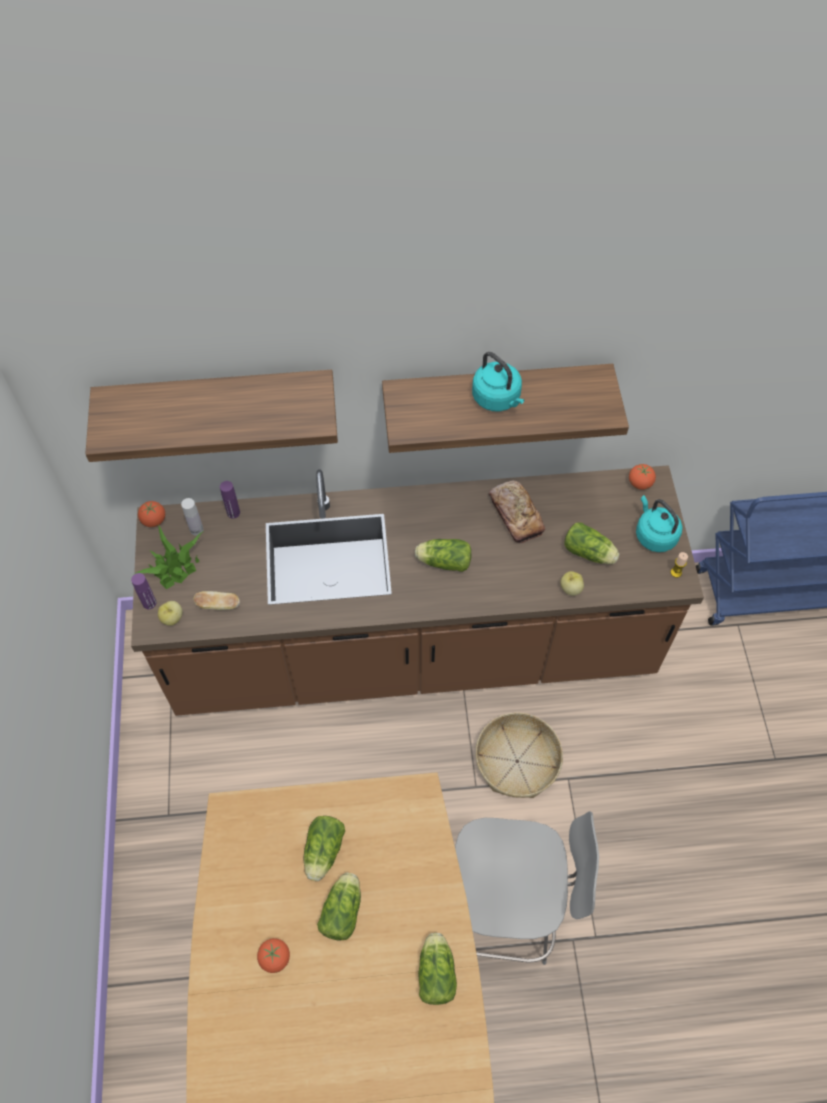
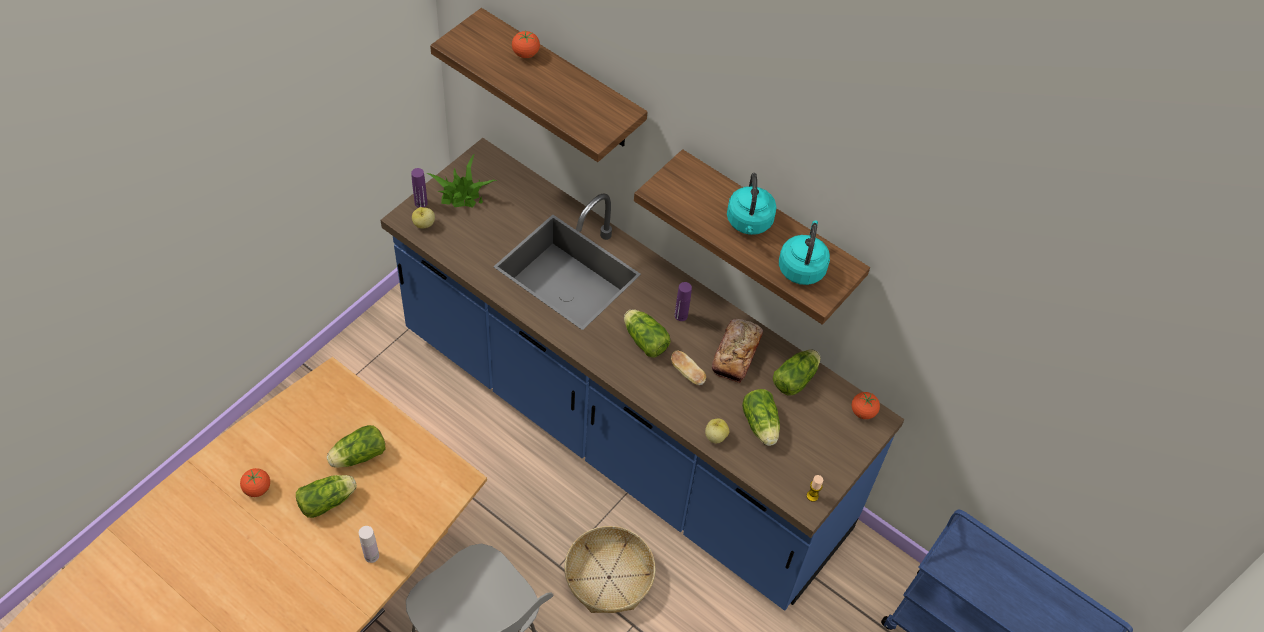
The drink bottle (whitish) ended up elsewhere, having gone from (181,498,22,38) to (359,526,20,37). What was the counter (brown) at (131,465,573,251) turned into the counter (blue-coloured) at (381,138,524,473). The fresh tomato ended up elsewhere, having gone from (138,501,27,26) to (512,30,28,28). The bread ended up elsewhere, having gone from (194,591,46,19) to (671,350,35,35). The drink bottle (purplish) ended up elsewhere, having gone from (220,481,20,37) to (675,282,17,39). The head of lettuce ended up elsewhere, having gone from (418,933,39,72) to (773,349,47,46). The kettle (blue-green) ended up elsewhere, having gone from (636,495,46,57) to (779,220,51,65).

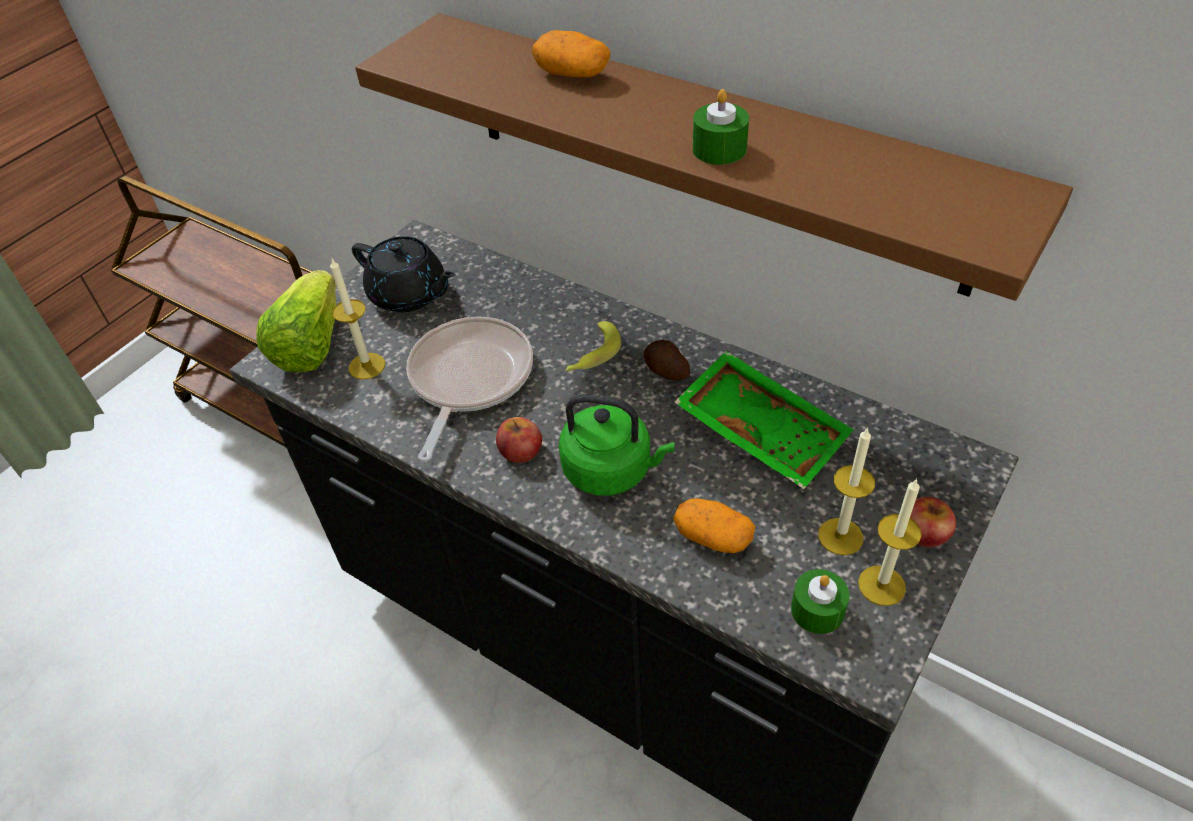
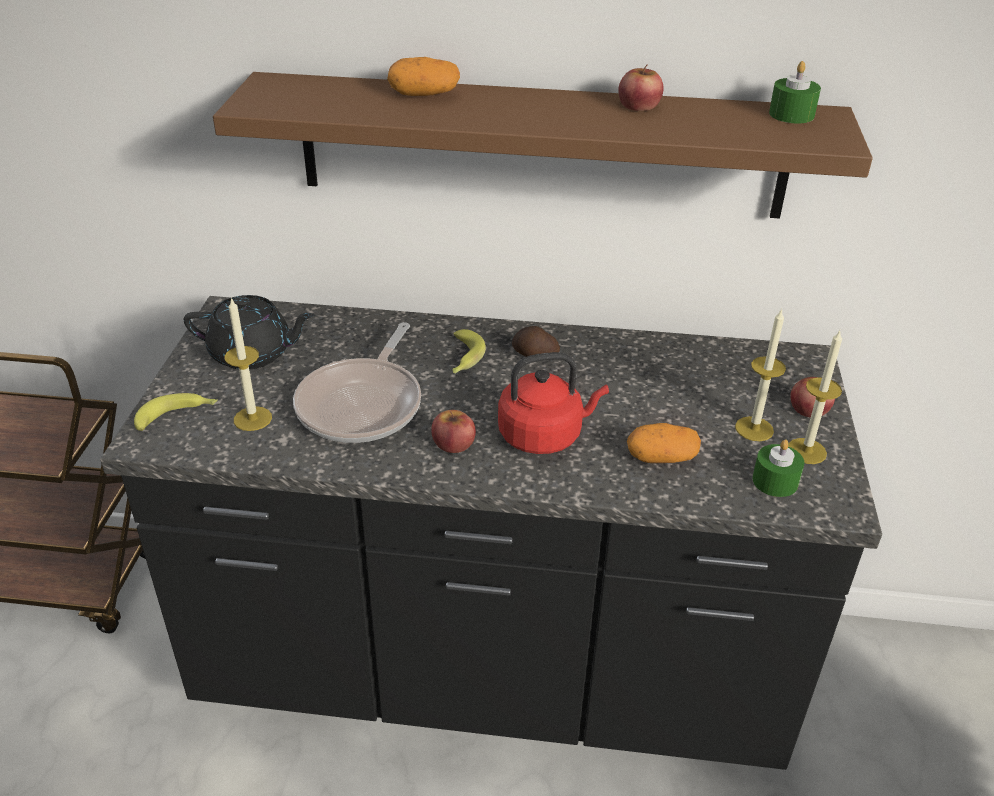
Where the head of lettuce stood at (256,270,80,102), the banana fruit came to stand at (134,393,84,38). The pan at (406,317,127,145) ended up facing another way, 150 degrees counterclockwise from before. What was the kettle (green) at (559,394,115,102) turned into the kettle (red-coloured) at (498,352,111,102). The second view gained the whole apple at (618,65,46,46). The candle (green) ended up elsewhere, having gone from (692,89,57,76) to (769,61,52,62). The second view lost the serving tray (green) at (674,351,180,138).

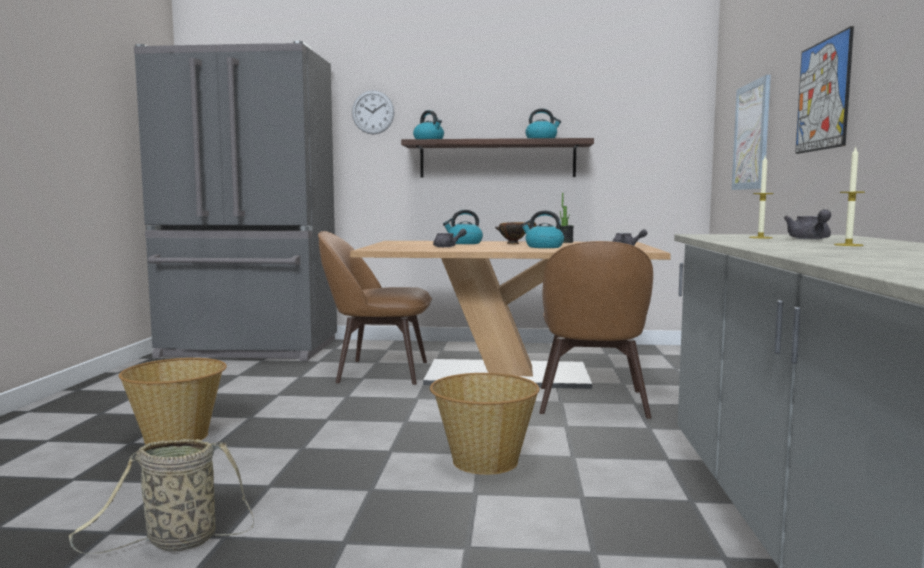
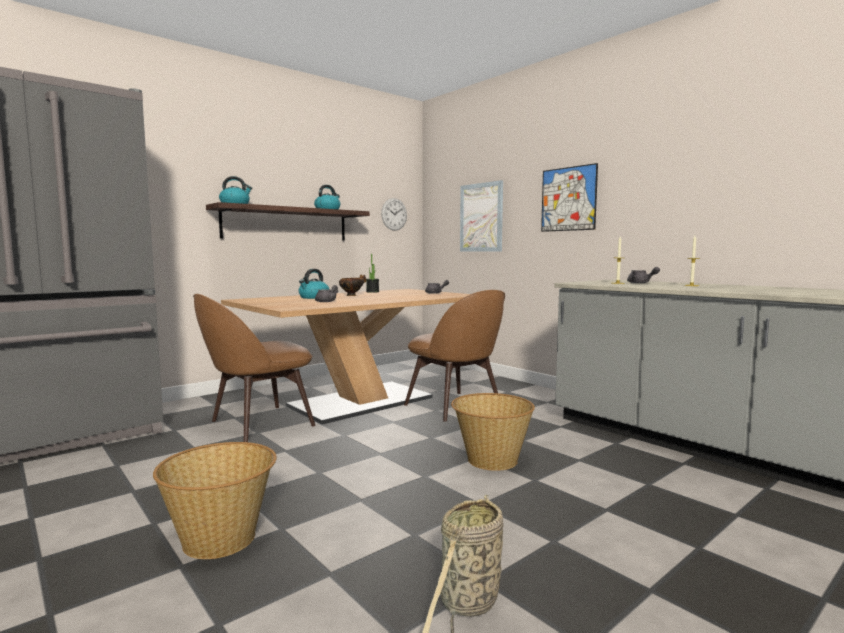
The wall clock ended up elsewhere, having gone from (352,90,42,45) to (381,198,26,33). The second view lost the kettle at (521,211,43,37).

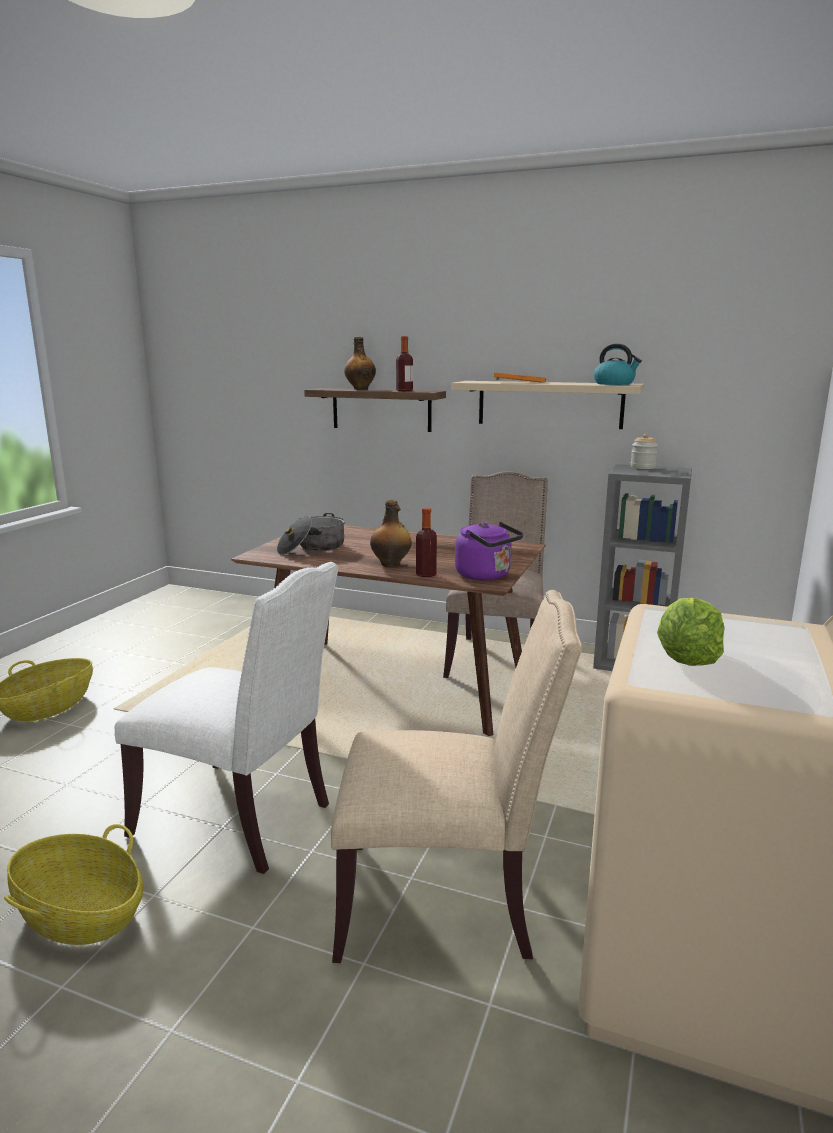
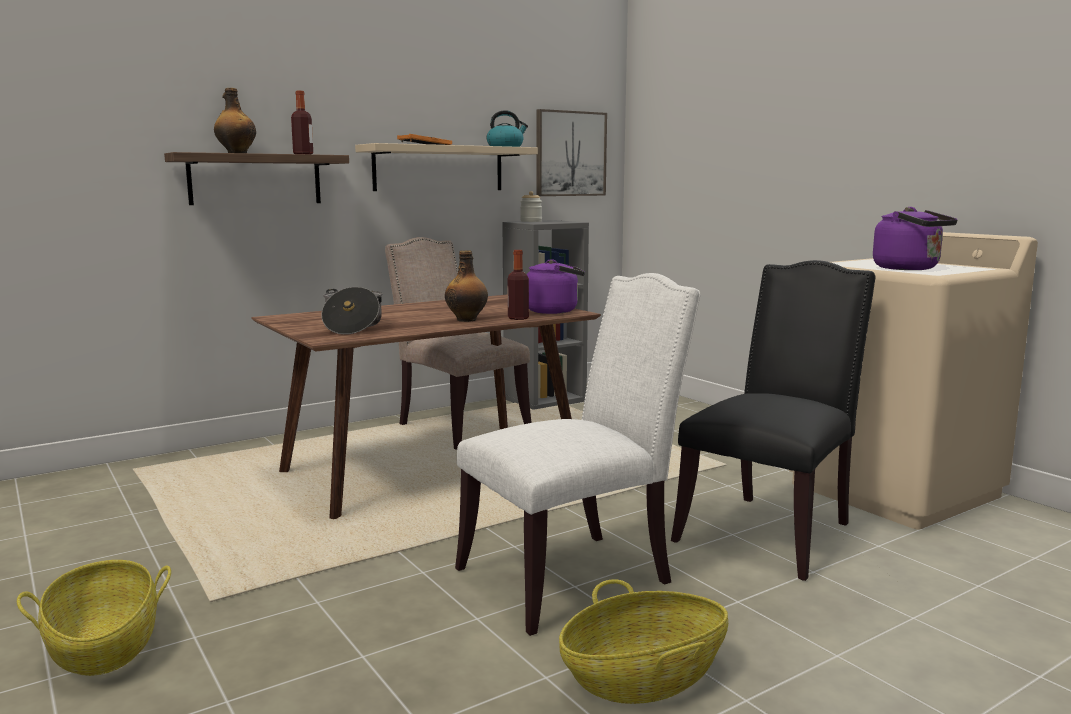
The second view gained the picture at (537,109,70,87). What was the plain chair (sand-coloured) at (331,590,251,373) turned into the plain chair (black-coloured) at (671,260,204,321). Where the head of lettuce stood at (657,598,68,68), the kettle (purplish) came to stand at (873,207,85,63).

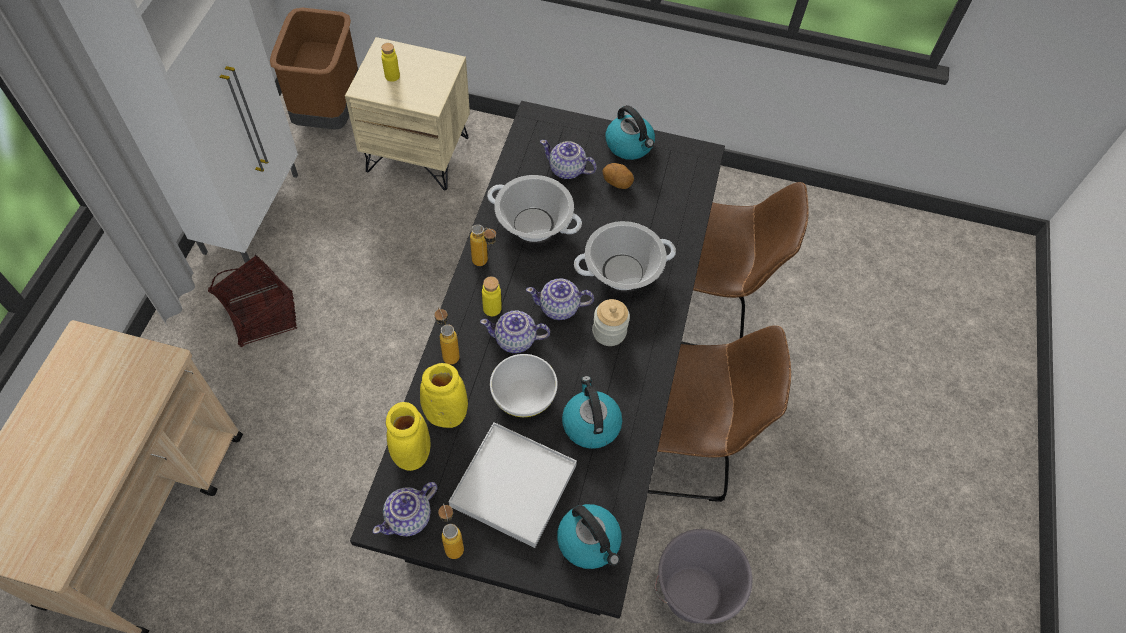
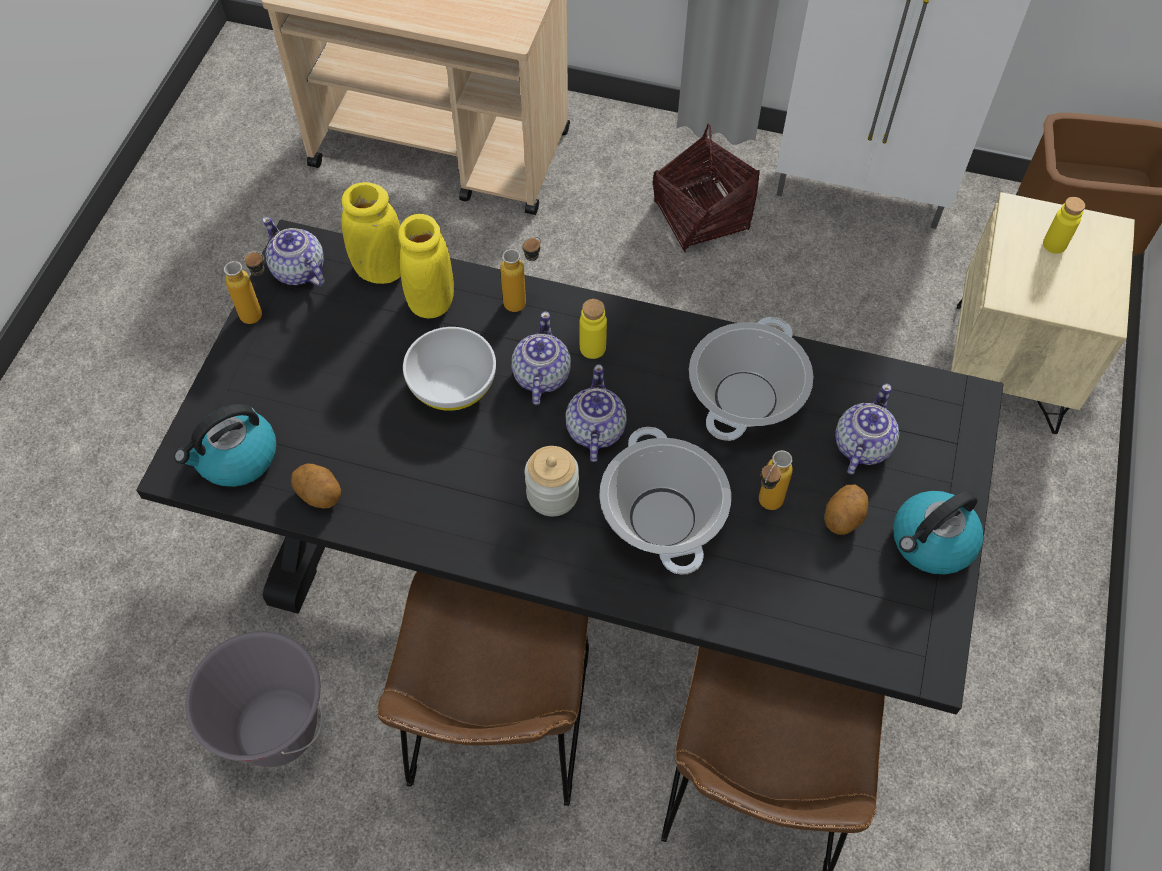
The second view gained the whole potato at (291,464,50,44). The drink bottle ended up elsewhere, having gone from (470,224,26,42) to (759,450,34,60). The second view lost the serving tray (whitish) at (449,422,128,126). The second view lost the kettle at (562,376,60,73).

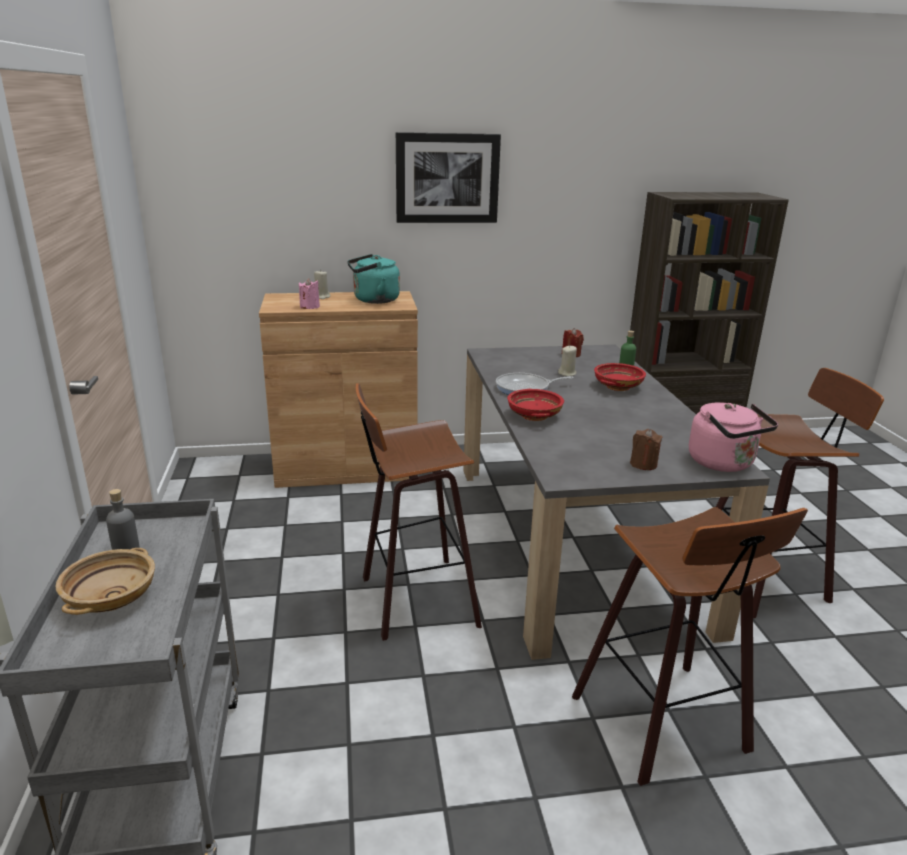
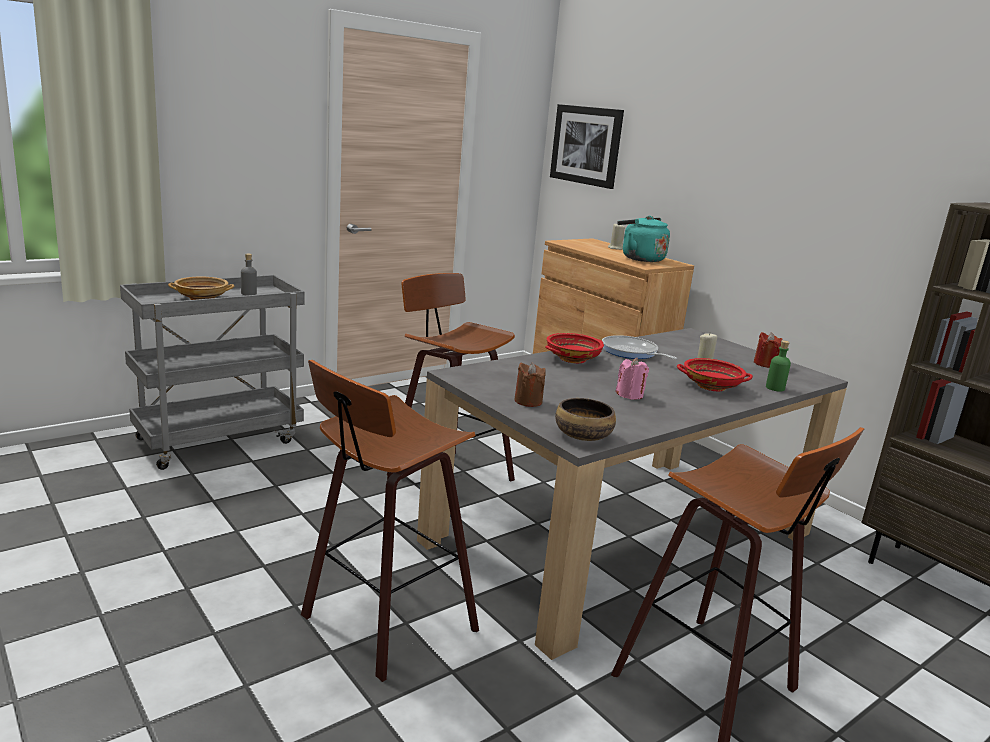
The picture ended up elsewhere, having gone from (396,132,105,91) to (550,104,74,85). Where the kettle (pink) stood at (689,402,89,70), the bowl came to stand at (555,398,61,43). The candle (pink) ended up elsewhere, having gone from (299,278,21,31) to (616,358,33,42).

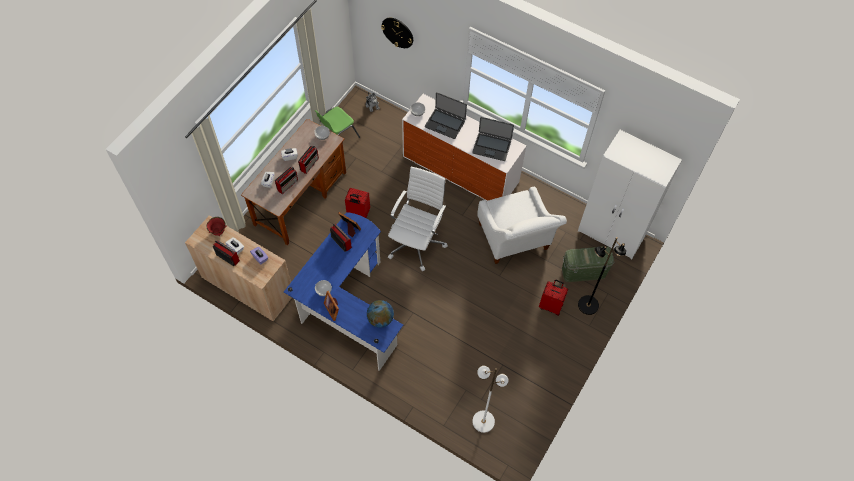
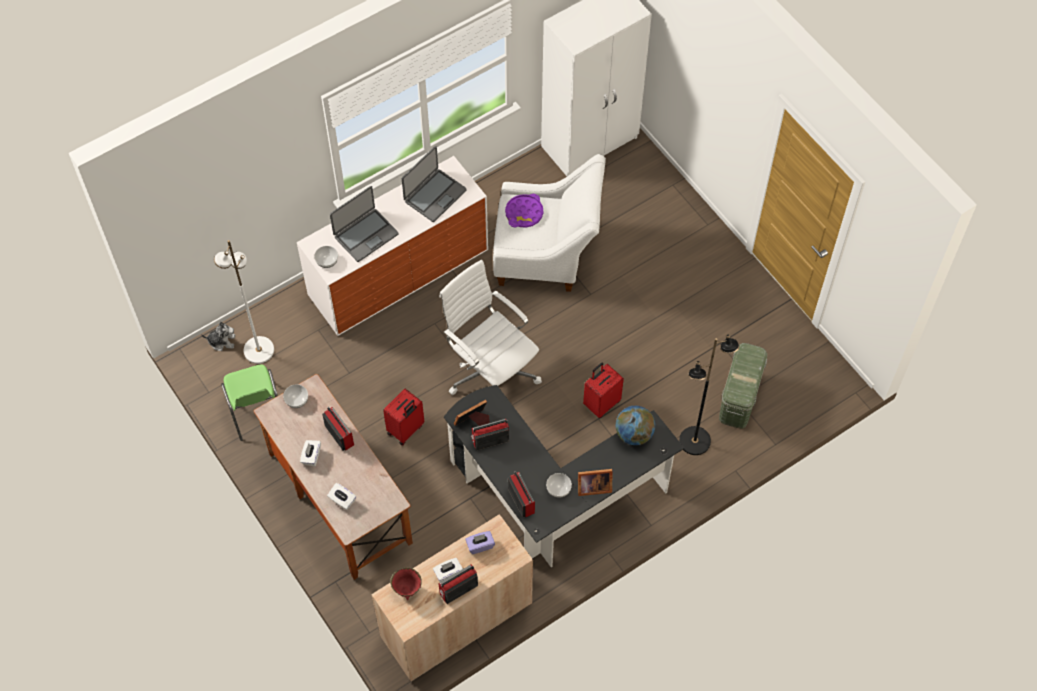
The standard lamp (whitish) ended up elsewhere, having gone from (472,365,37,68) to (214,240,60,124). What was the desk table (blue-coloured) at (284,212,119,159) turned into the desk table (black-coloured) at (444,385,240,182). The second view gained the serving tray (purplish) at (505,194,38,34). The radio receiver ended up elsewhere, having gone from (275,167,23,27) to (508,471,27,46). The piece of luggage (red-coloured) ended up elsewhere, having gone from (539,279,29,37) to (583,363,41,55). The standard lamp (black-coloured) ended up elsewhere, having gone from (578,237,48,78) to (679,334,60,121). The storage container (green) ended up elsewhere, having gone from (562,246,53,36) to (719,343,48,86). The second view lost the wall clock at (381,18,32,30).

